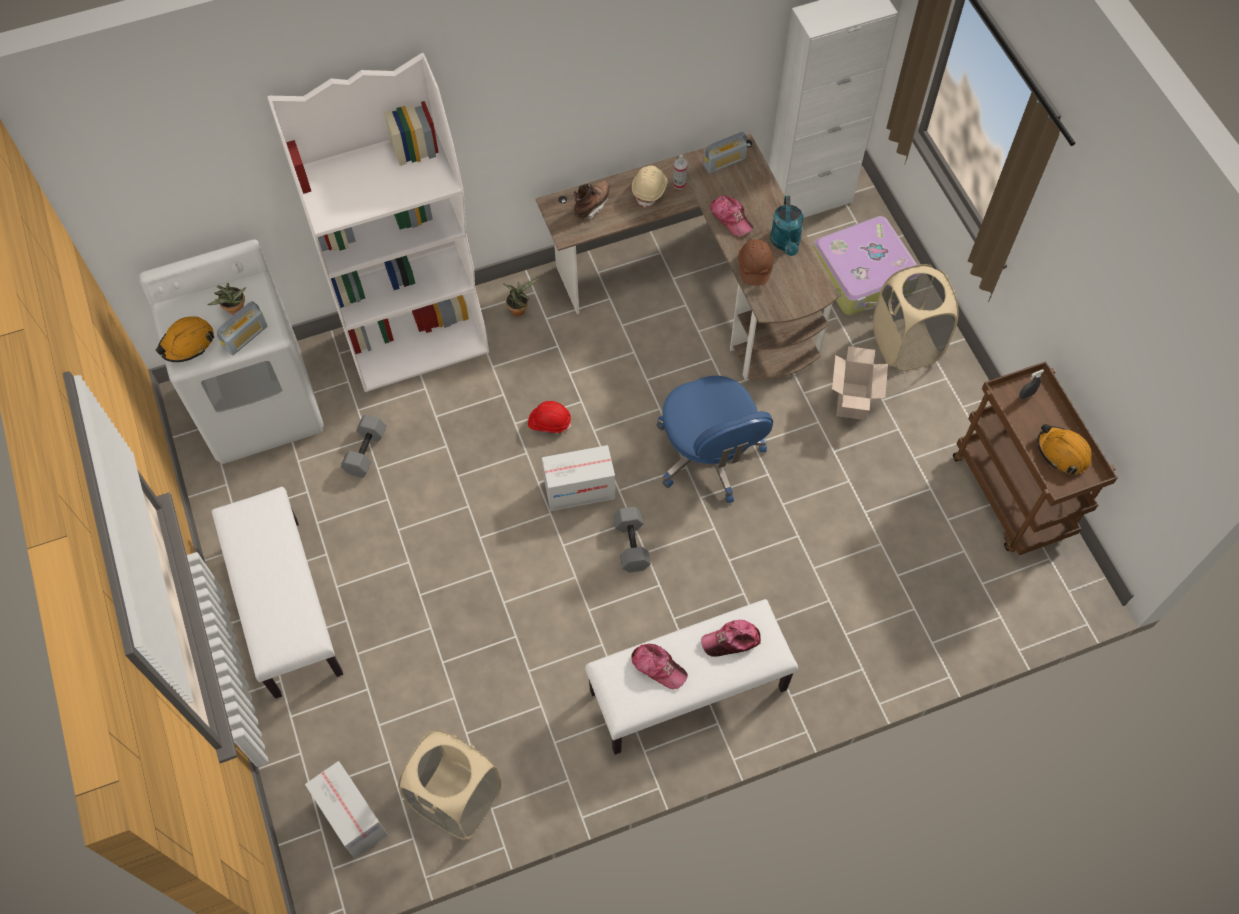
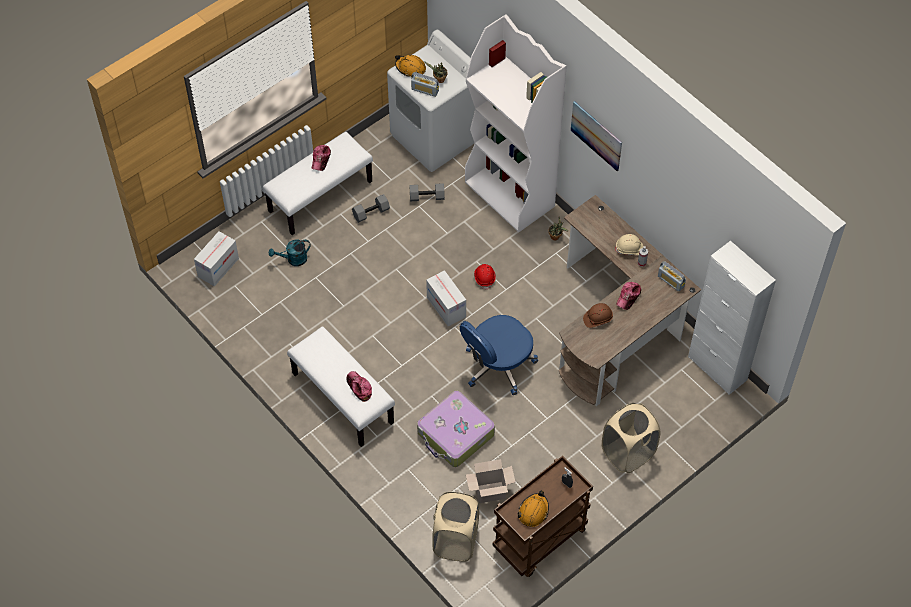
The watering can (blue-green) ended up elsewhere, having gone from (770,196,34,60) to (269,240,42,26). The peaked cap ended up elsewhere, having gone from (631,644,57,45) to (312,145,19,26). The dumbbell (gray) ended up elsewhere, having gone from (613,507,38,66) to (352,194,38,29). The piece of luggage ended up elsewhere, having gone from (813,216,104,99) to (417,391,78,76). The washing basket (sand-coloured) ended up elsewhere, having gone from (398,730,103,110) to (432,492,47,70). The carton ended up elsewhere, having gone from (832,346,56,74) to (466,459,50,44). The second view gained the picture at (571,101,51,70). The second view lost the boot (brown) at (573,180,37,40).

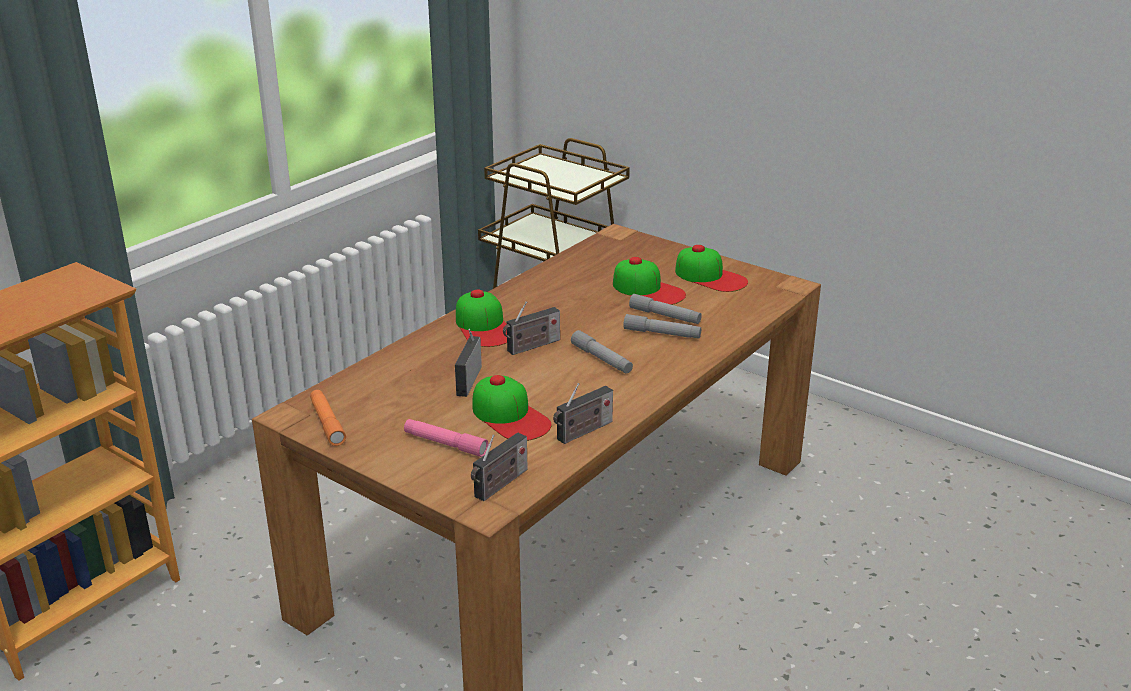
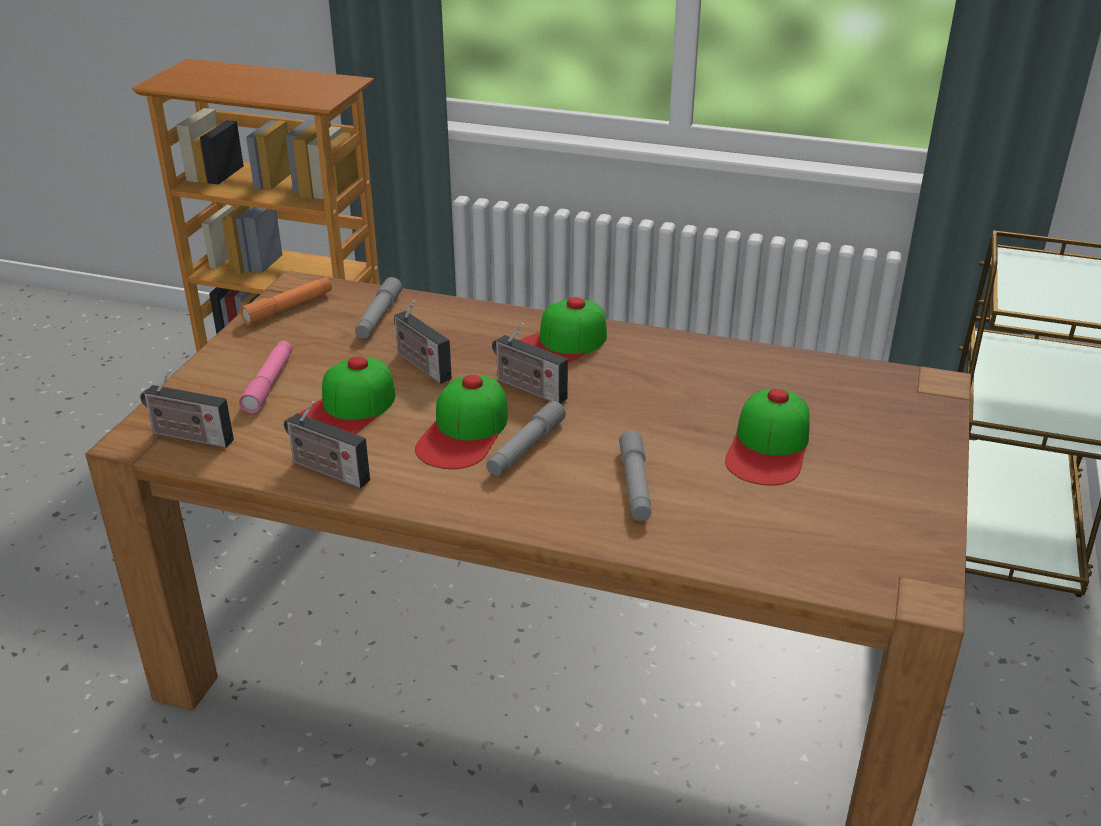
The torch (gray) ended up elsewhere, having gone from (629,294,73,30) to (355,277,47,62). The radio receiver at (455,329,27,68) ended up facing another way, 120 degrees counterclockwise from before. The peaked cap ended up elsewhere, having gone from (675,245,73,47) to (415,375,93,94).

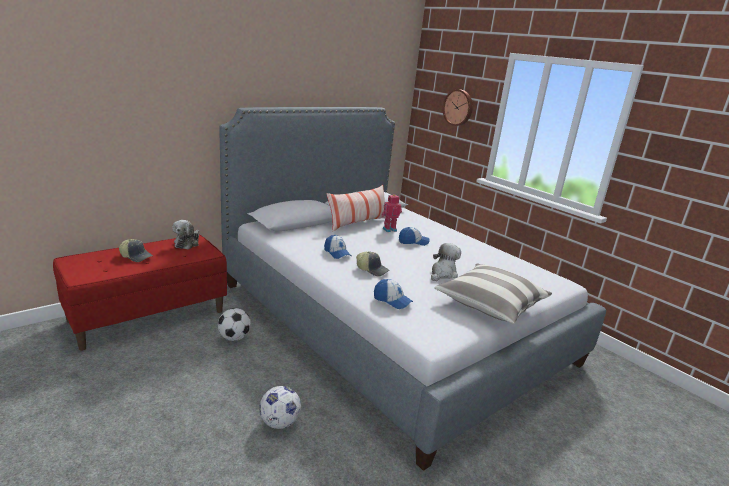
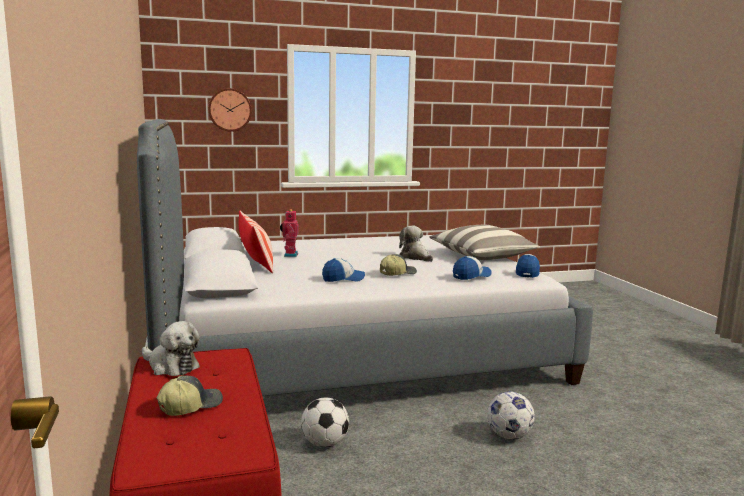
The peaked cap ended up elsewhere, having gone from (399,227,31,19) to (516,254,24,24).

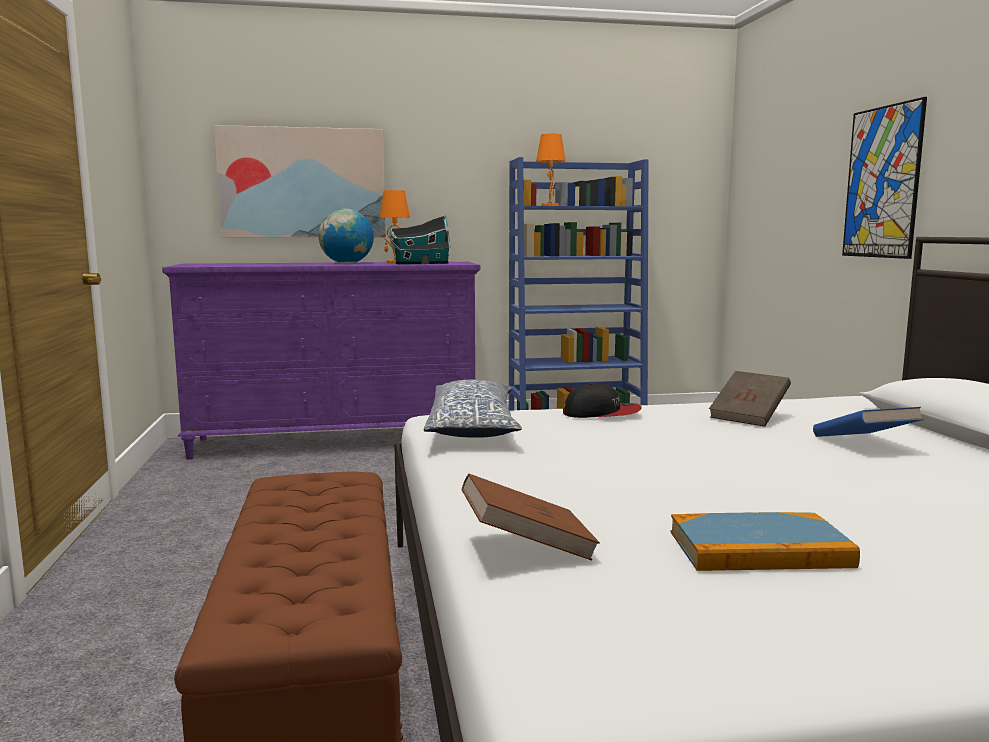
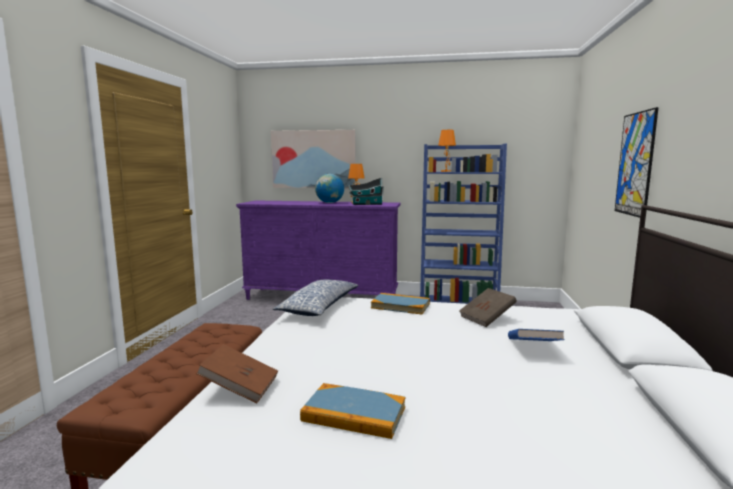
Where the peaked cap stood at (563,383,79,35), the bound book came to stand at (371,293,59,21).

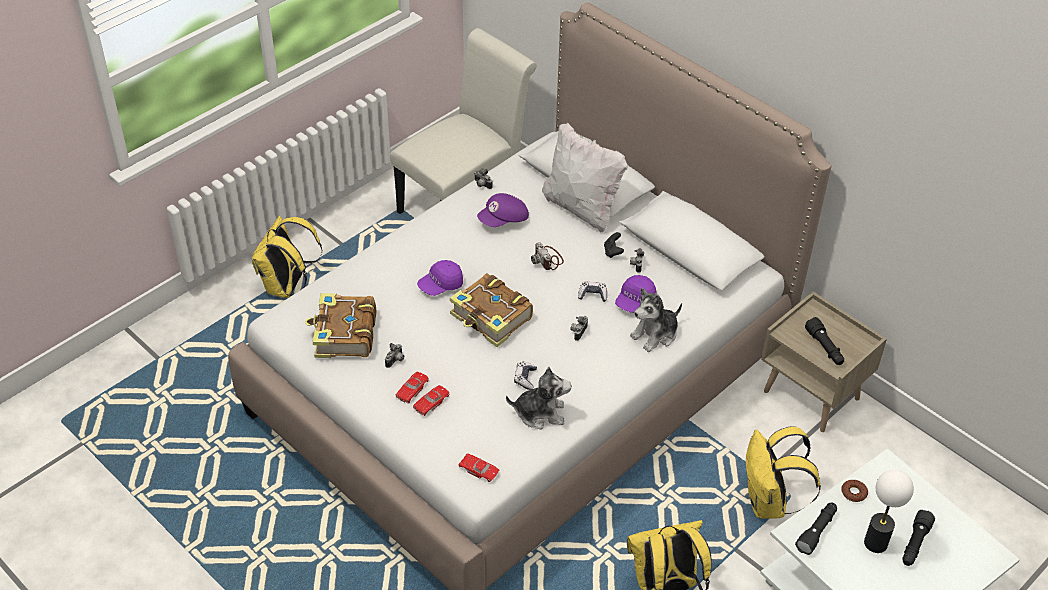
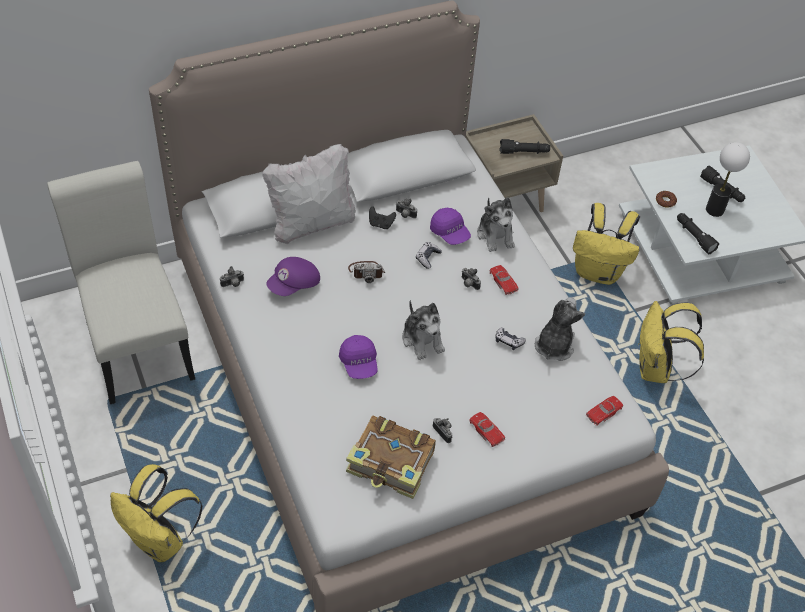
The peaked cap (purplish) at (477,193,52,34) ended up facing another way, 60 degrees clockwise from before. Where the bound book stood at (450,274,83,73), the soft toy came to stand at (402,300,43,60). The model car (red-coloured) ended up elsewhere, having gone from (413,385,37,31) to (489,265,30,30).

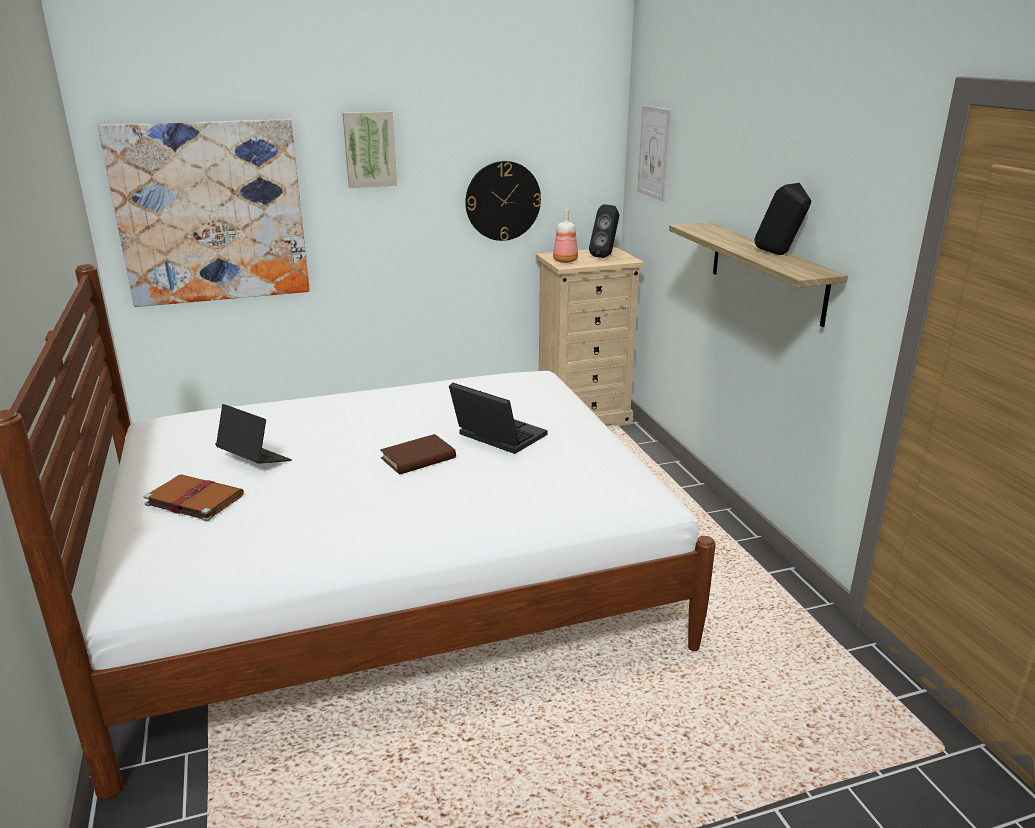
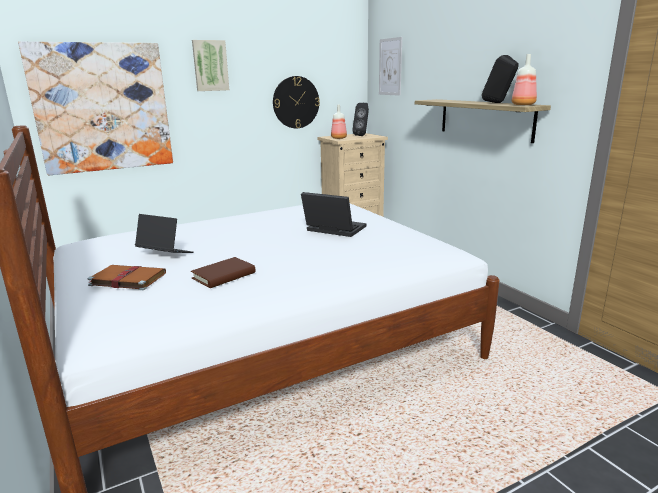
The bound book (brown) ended up elsewhere, having gone from (380,434,76,40) to (191,257,65,31). The second view gained the drink bottle at (512,54,25,51).

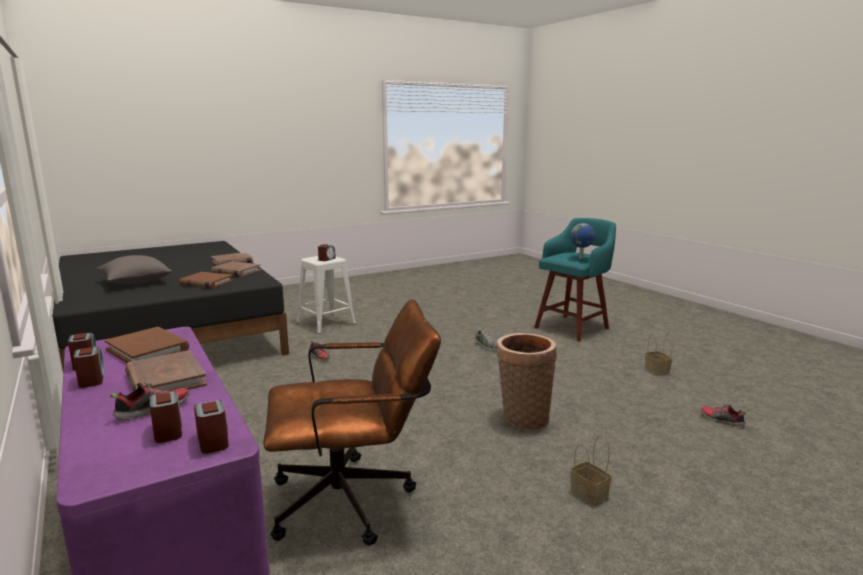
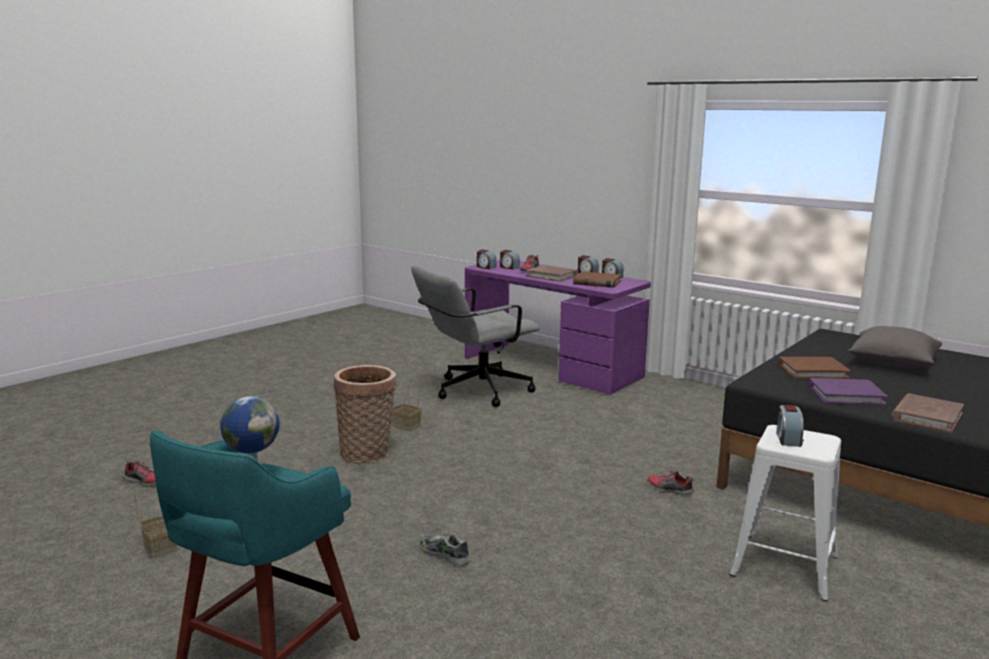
The basket ended up elsewhere, having gone from (570,434,42,71) to (392,379,30,52). What was the office chair (brown) at (264,299,177,247) turned into the office chair (gray) at (411,266,129,141). What was the bound book (brown) at (212,261,49,16) turned into the bound book (purplish) at (809,378,79,28).

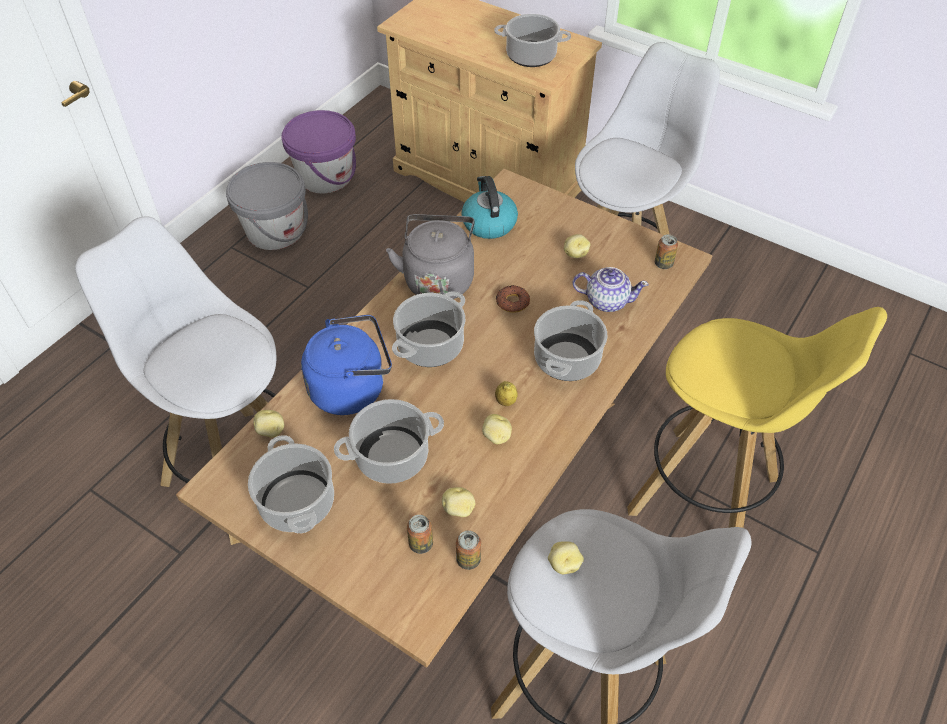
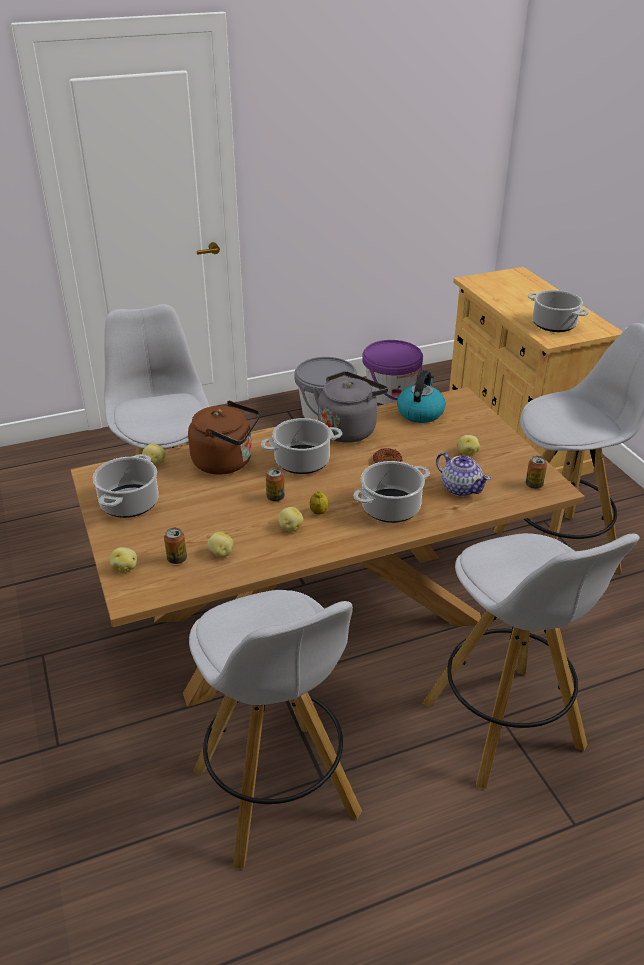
The whole potato ended up elsewhere, having gone from (548,541,36,33) to (110,547,27,26). What was the kettle (blue-coloured) at (301,315,91,100) turned into the kettle (brown) at (188,401,72,74). The can ended up elsewhere, having gone from (456,530,25,40) to (266,468,19,34). What was the stool (yellowish) at (627,307,260,221) turned into the stool (whitish) at (423,533,217,256). The second view lost the saucepot at (334,399,110,85).

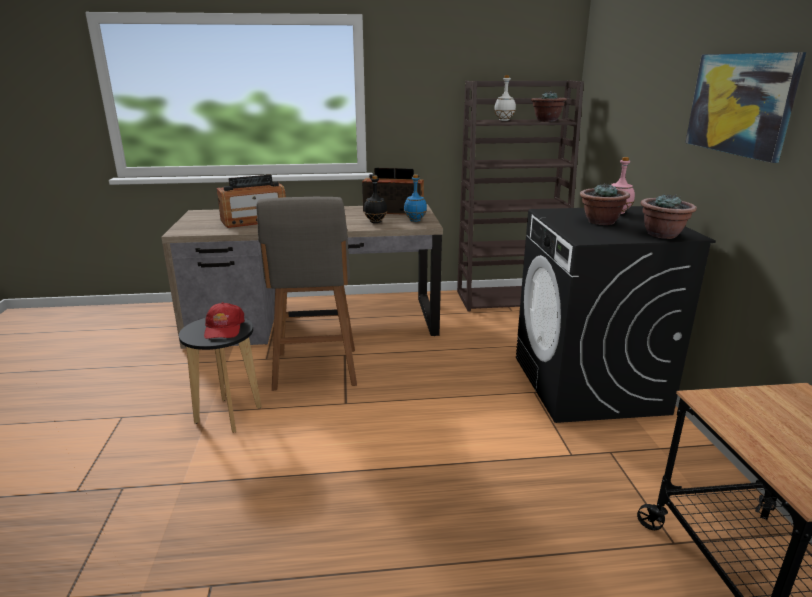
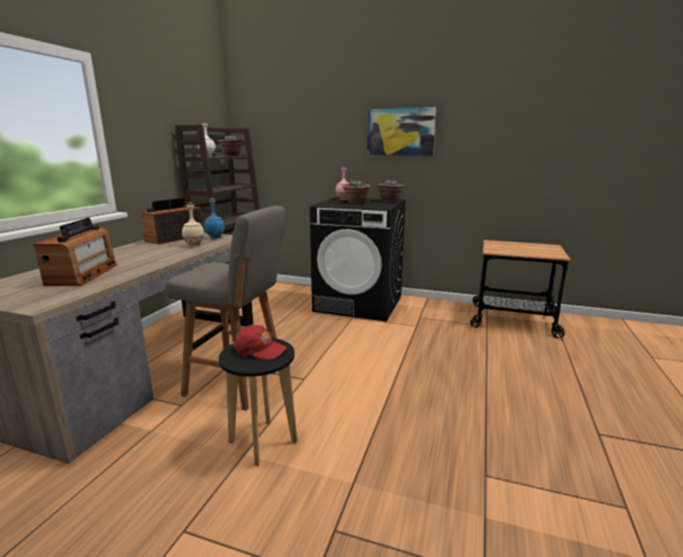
What was the drink bottle (black-coloured) at (364,176,23,47) turned into the drink bottle (sand-coloured) at (182,203,23,43).

